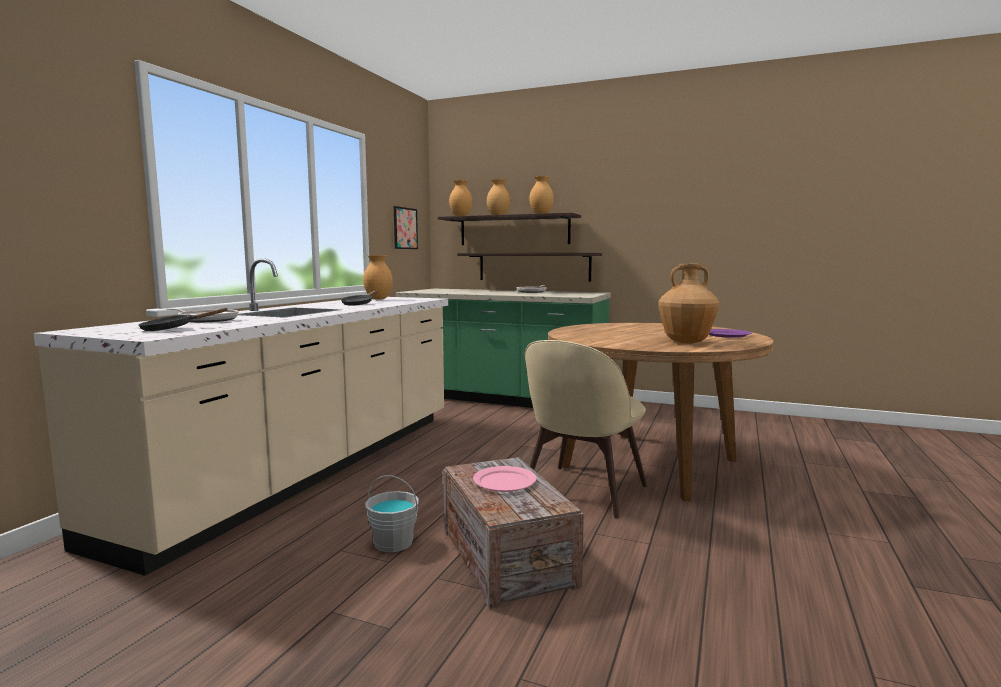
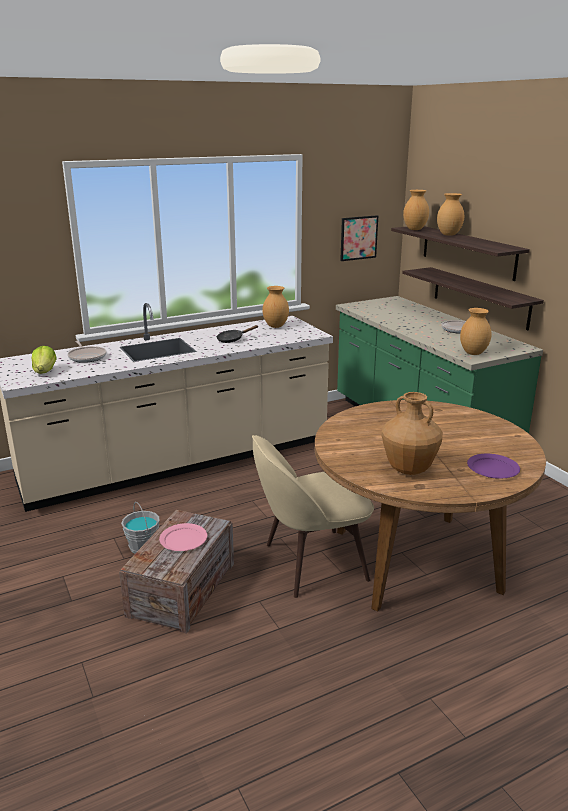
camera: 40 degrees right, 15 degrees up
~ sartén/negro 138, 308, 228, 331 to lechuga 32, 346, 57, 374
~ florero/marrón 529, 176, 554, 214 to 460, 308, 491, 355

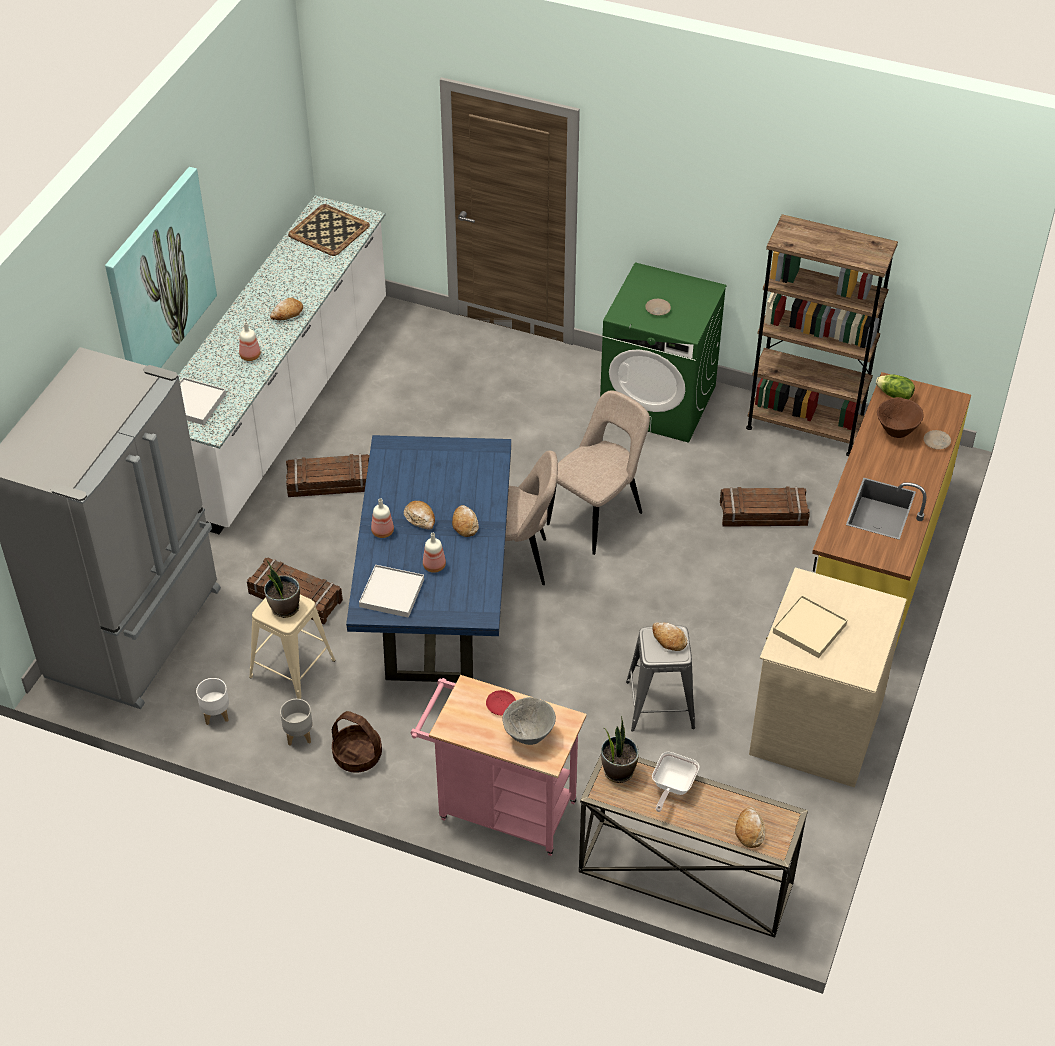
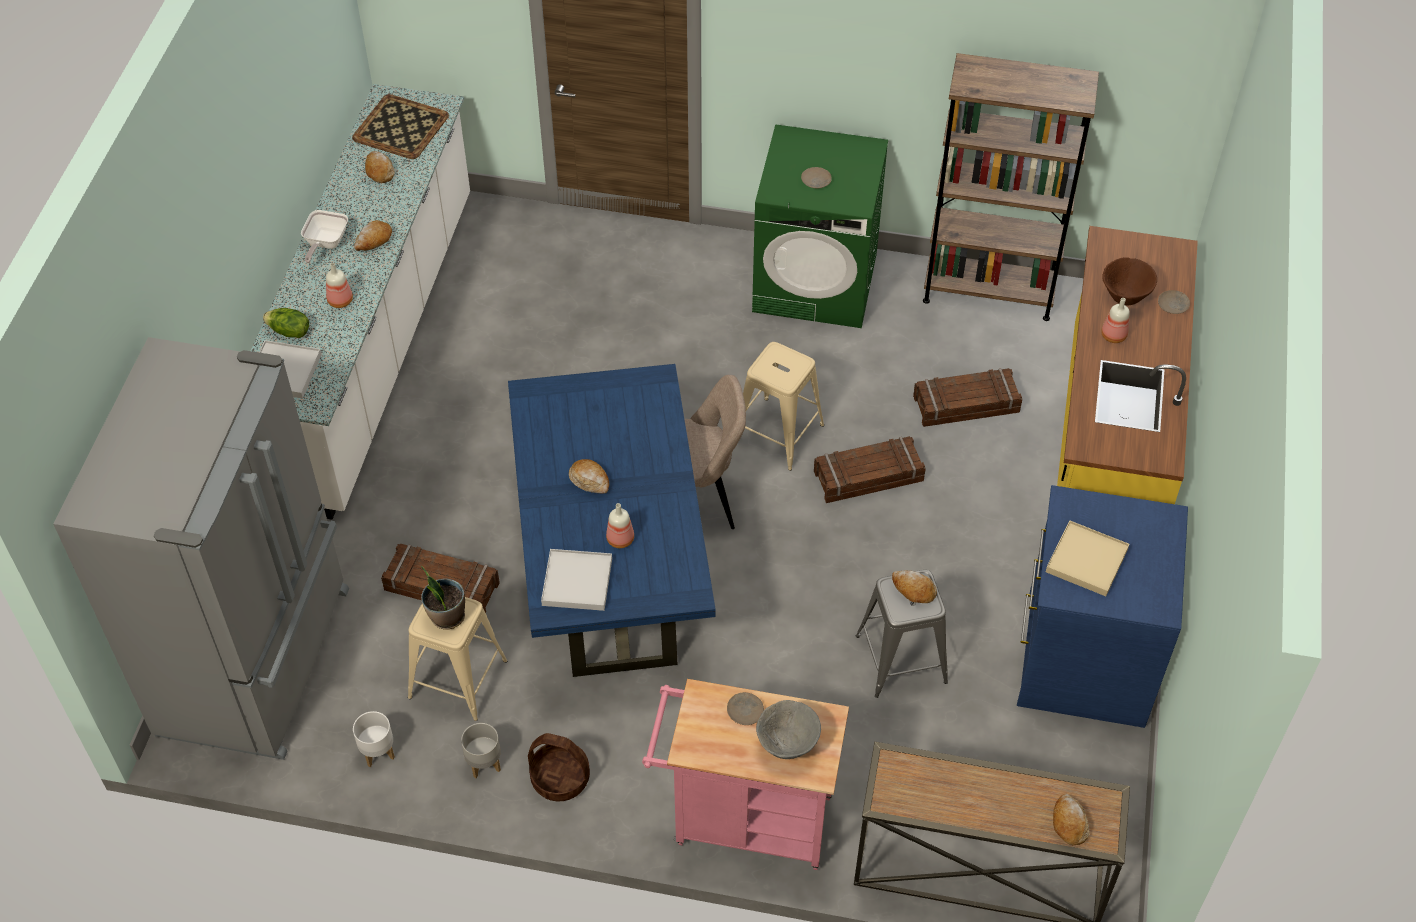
camera: 10 degrees left, 5 degrees up
~ lechuga 876, 374, 915, 399 to 263, 308, 309, 338
~ sartén 652, 752, 700, 812 to 301, 210, 348, 263
~ pan 452, 505, 479, 537 to 365, 151, 395, 183
~ plato/rojo 486, 690, 516, 715 to plato/beis 727, 692, 764, 725
~ silla/beis 547, 390, 650, 555 to taburete/beis 743, 342, 824, 471
~ caja de embalaje 286, 454, 370, 497 to 814, 436, 926, 503
~ cómoda/beis 749, 567, 907, 787 to cómoda/azul 1017, 485, 1188, 728
~ botella 371, 498, 394, 538 to 1101, 298, 1130, 343
- cuadro 105, 167, 217, 368
- planta en maceta 601, 716, 639, 783

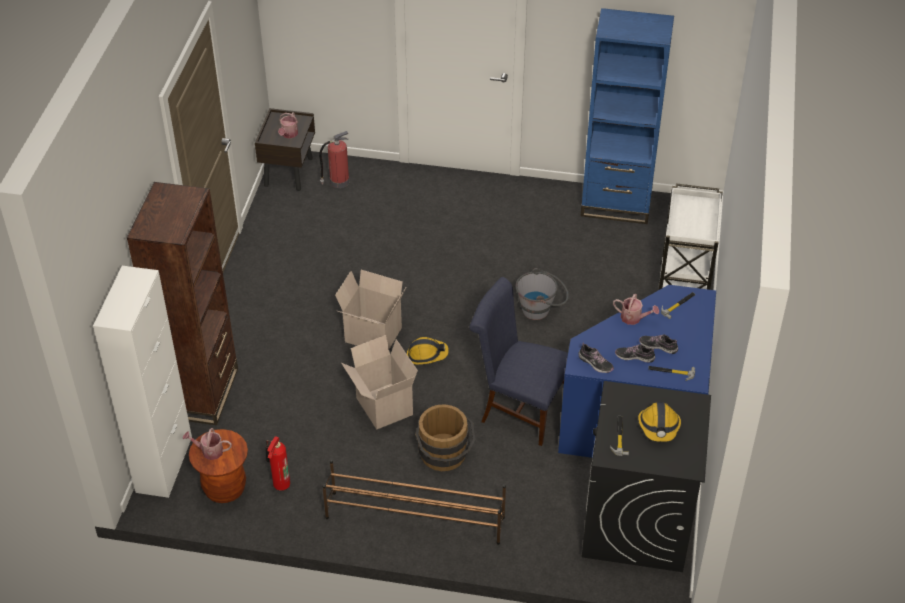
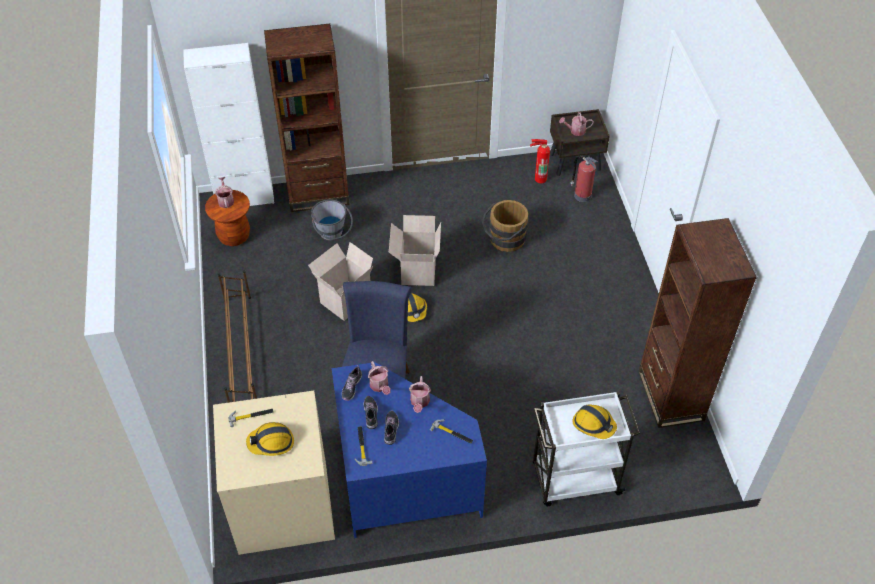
camera: 70 degrees right, 5 degrees up
~ lavadora/negro 582, 381, 711, 572 to lavadora/beis 213, 390, 335, 555
~ cubo/gris 516, 268, 569, 320 to 311, 199, 353, 241
+ regadera 368, 361, 391, 395
~ cubo/marrón 415, 404, 476, 471 to 482, 200, 529, 252
~ extintor 266, 436, 290, 491 to 530, 139, 550, 183
+ casco 572, 404, 617, 439
~ estantería/azul 580, 8, 674, 224 to estantería/marrón 638, 218, 757, 428

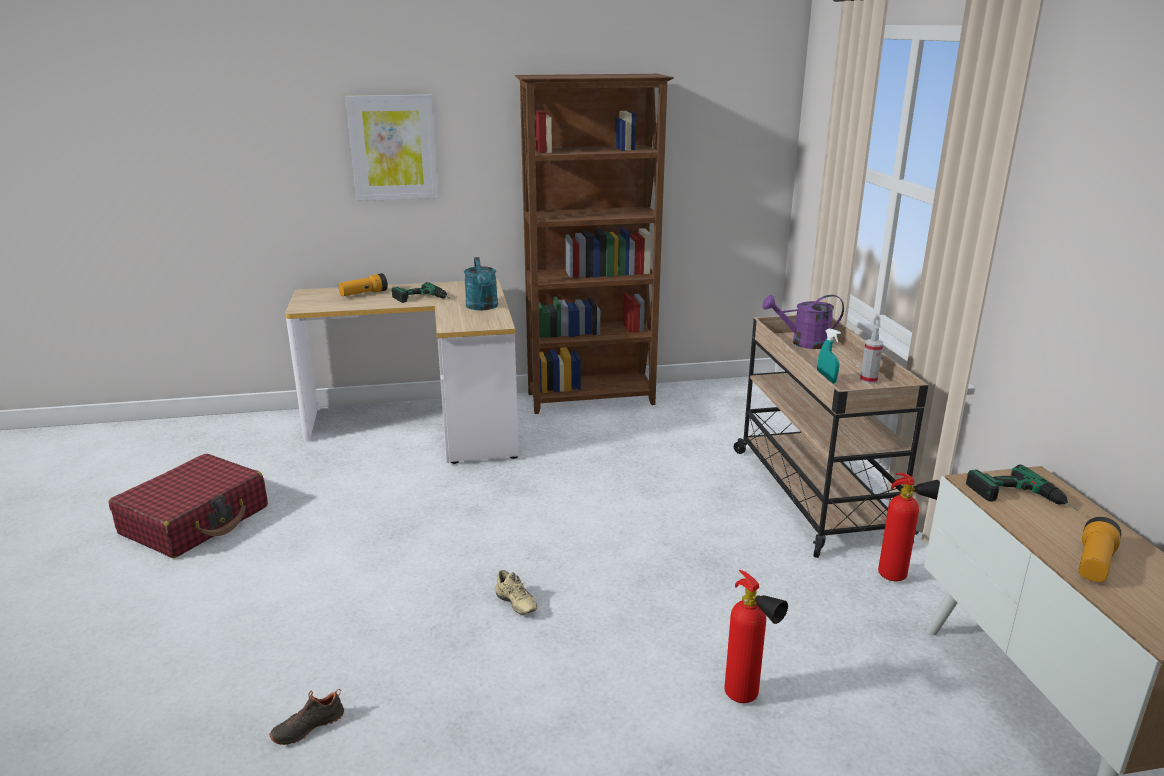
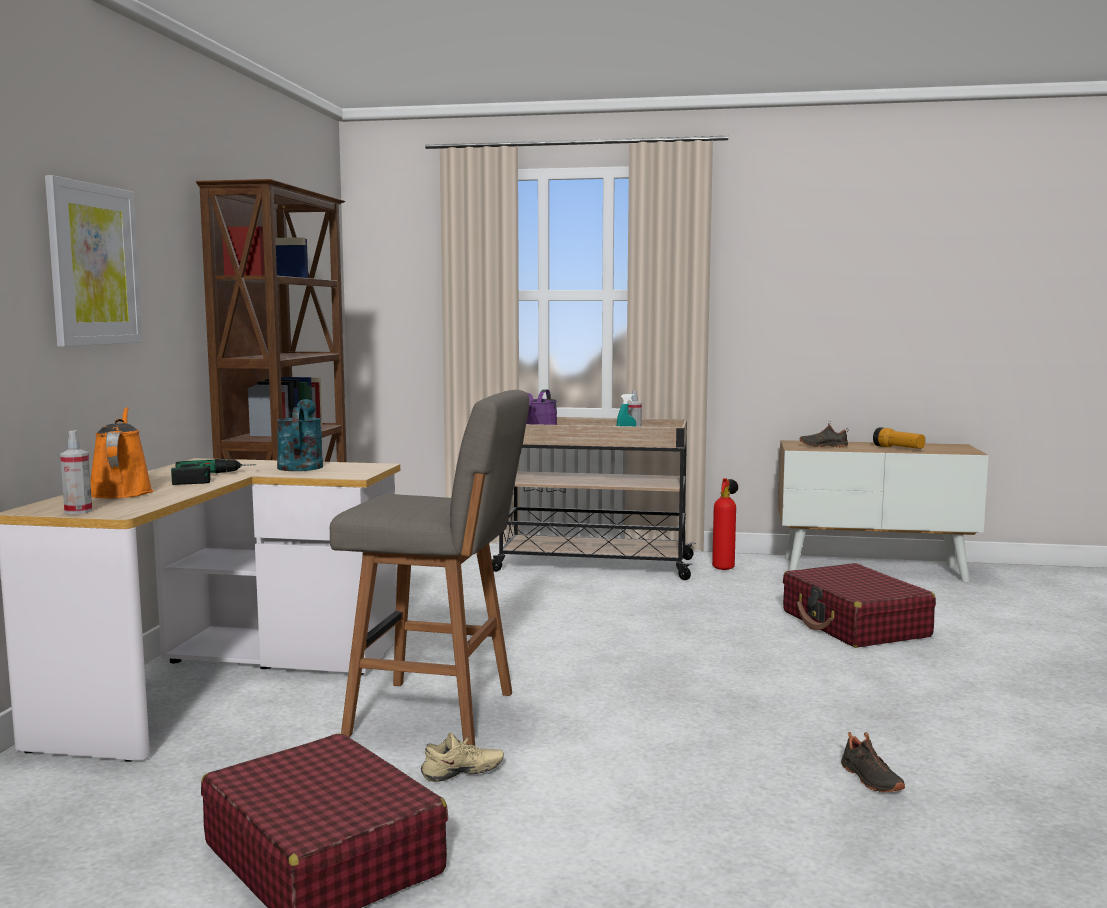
camera: 70 degrees left, 15 degrees down
+ pulverizador 60, 430, 92, 514
~ linterna 339, 273, 388, 296 to regadera/naranja 90, 407, 154, 498
~ regadera/turquesa 464, 257, 498, 310 = 276, 399, 323, 471 105 degrees counterclockwise
+ taburete/gris 330, 390, 529, 745
~ zapato/beis 495, 570, 537, 615 to 421, 732, 504, 782
~ extintor 724, 570, 788, 703 to maleta/rojo 783, 563, 936, 648
~ taladro 966, 465, 1078, 511 to zapato/negro 800, 422, 849, 447

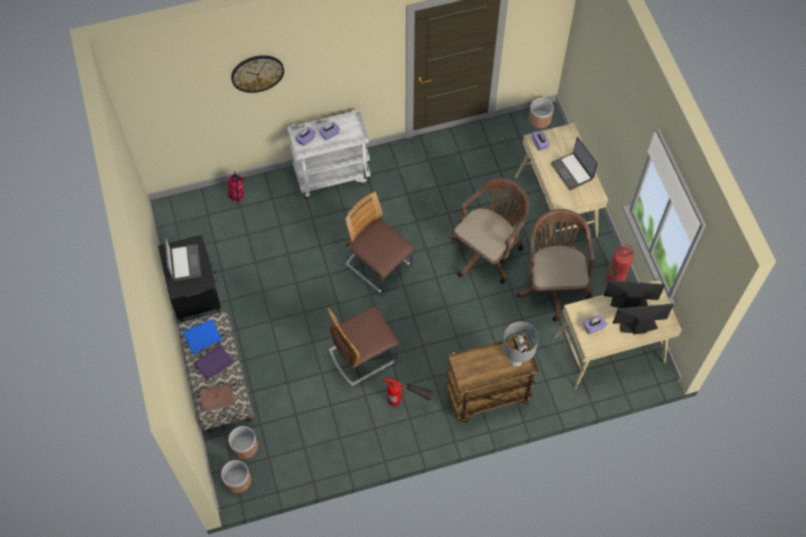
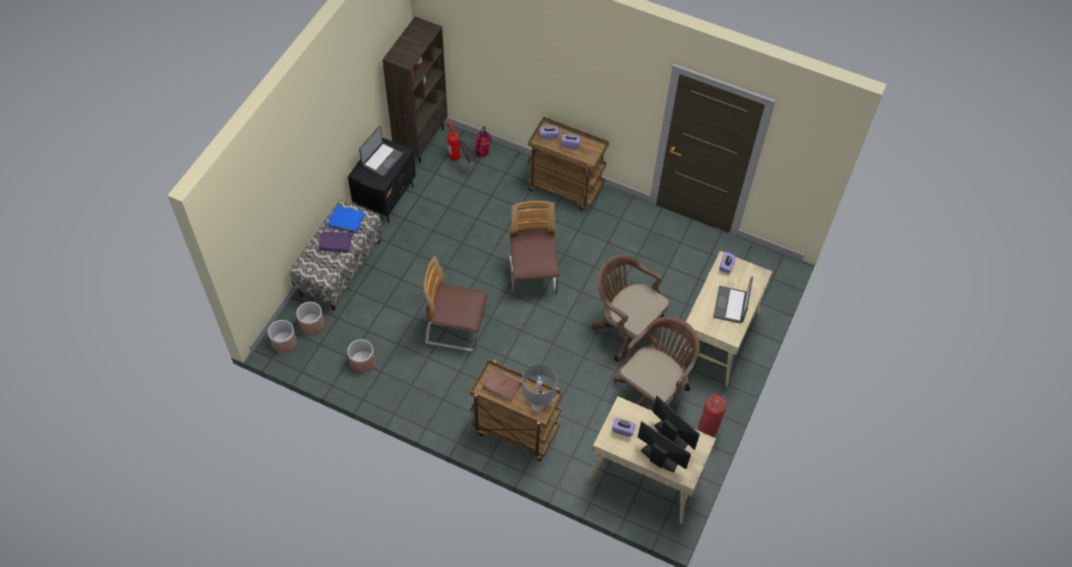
camera: 40 degrees right, 5 degrees down
~ maceta 529, 98, 554, 129 to 347, 339, 375, 373
+ estantería/marrón 382, 17, 448, 163
~ extintor 382, 378, 433, 406 to 447, 121, 476, 163
~ libro/marrón 199, 383, 235, 412 to 482, 369, 522, 403
~ carrito/blanco 287, 110, 371, 199 to carrito/marrón 527, 117, 609, 211
~ silla de oficina/marrón 450, 178, 529, 284 = 592, 254, 670, 361 135 degrees counterclockwise
- reloj de pared 231, 55, 284, 93

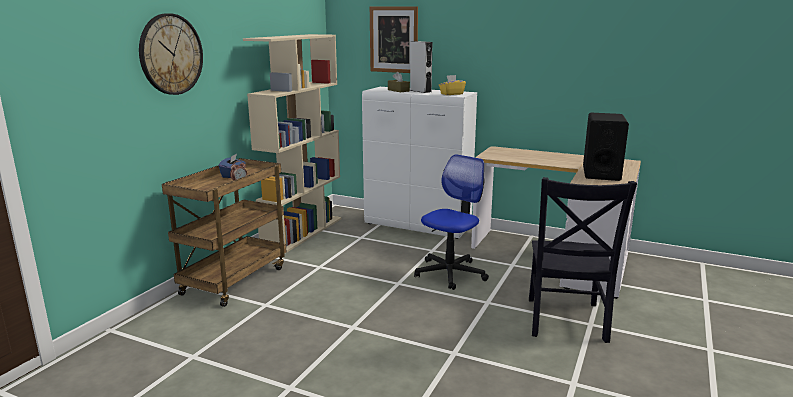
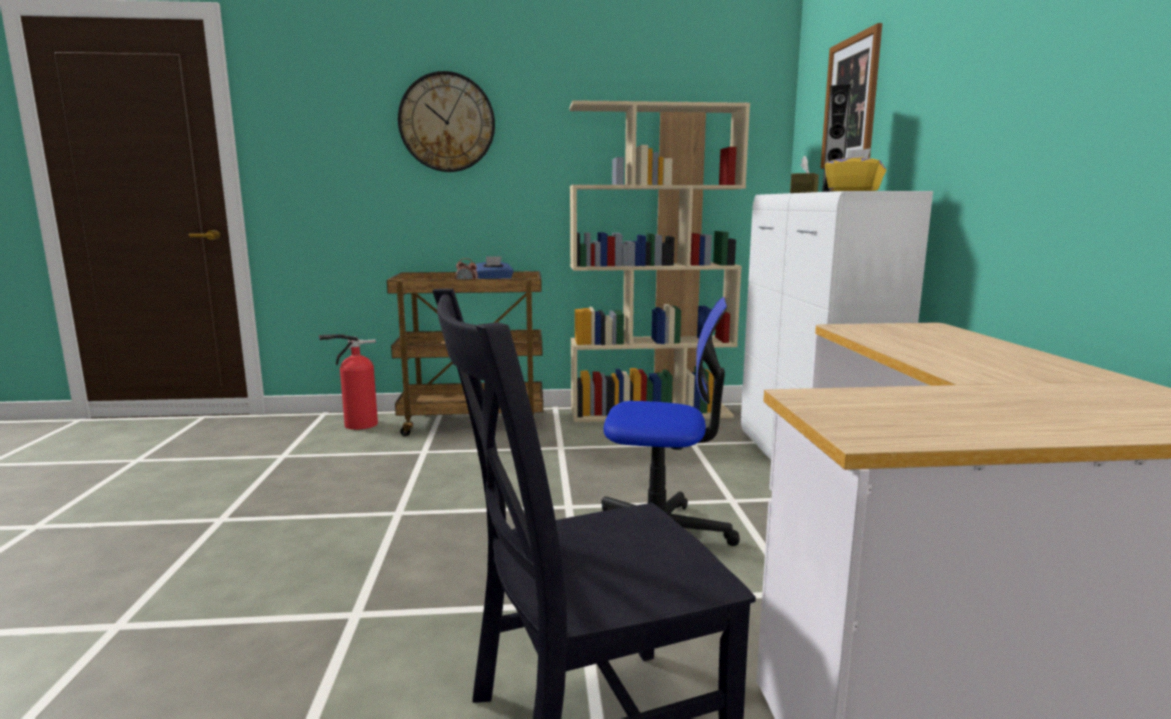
camera: 60 degrees right, 5 degrees down
+ extintor 319, 334, 378, 430
- altavoz/negro 583, 113, 629, 181

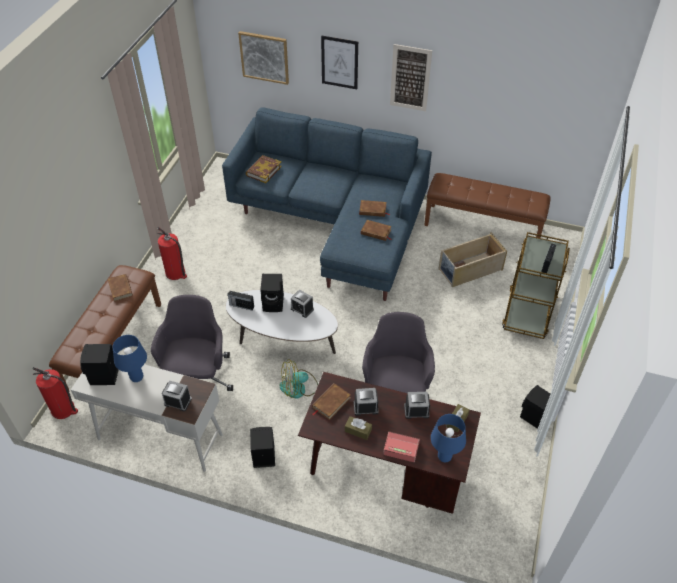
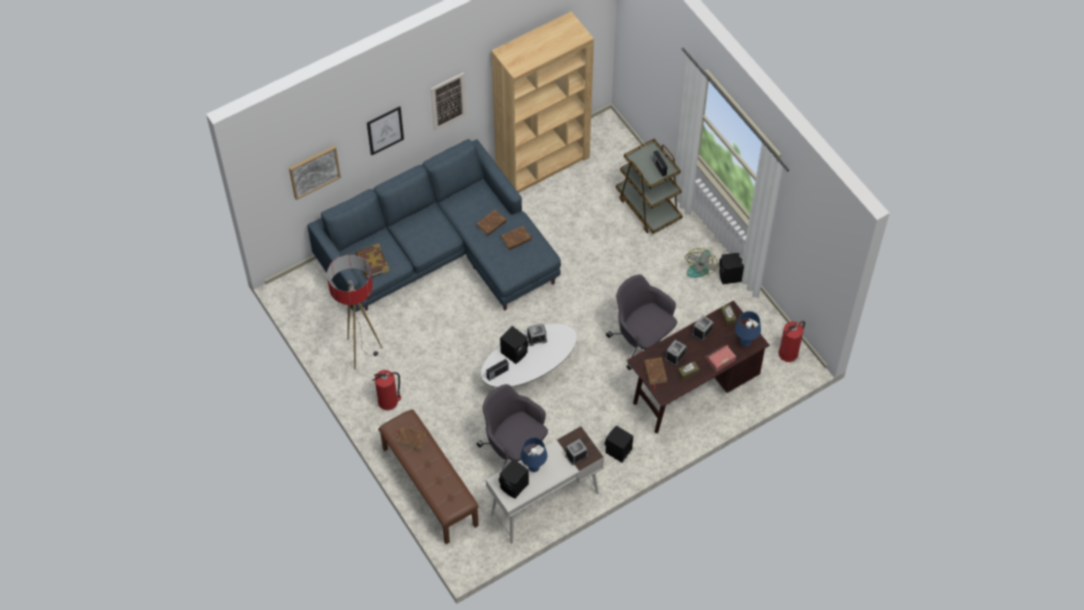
camera: 50 degrees left, 10 degrees up
+ lámpara de pie 327, 255, 382, 370
~ banco/marrón 424, 173, 551, 238 to estantería/marrón 491, 11, 594, 193
~ ventilador 280, 359, 318, 399 to 685, 248, 718, 278
~ extintor 32, 367, 78, 419 to 778, 321, 805, 362
- caja de almacenaje/beis 438, 232, 507, 287

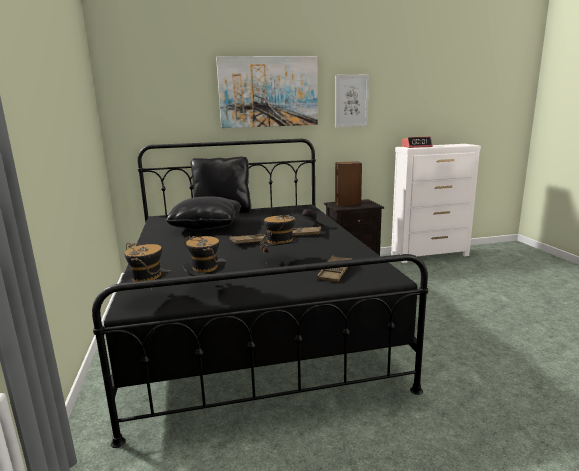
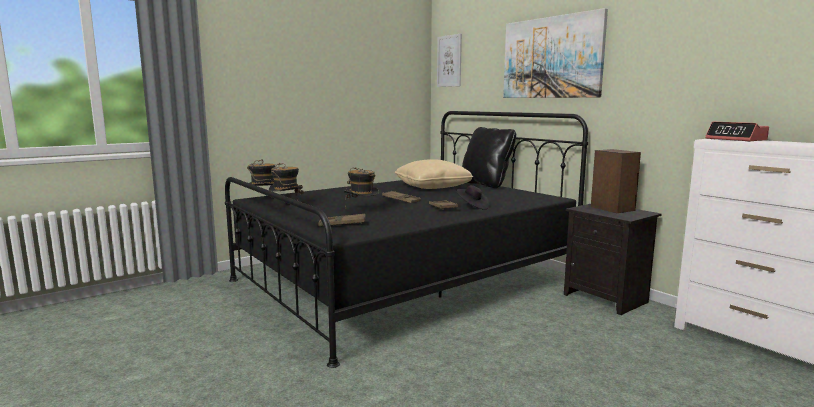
camera: 65 degrees right, 5 degrees down
~ cojín/negro 165, 196, 241, 230 to cojín/beis 395, 159, 473, 189
~ cuadro 335, 75, 369, 127 to 437, 34, 462, 87

